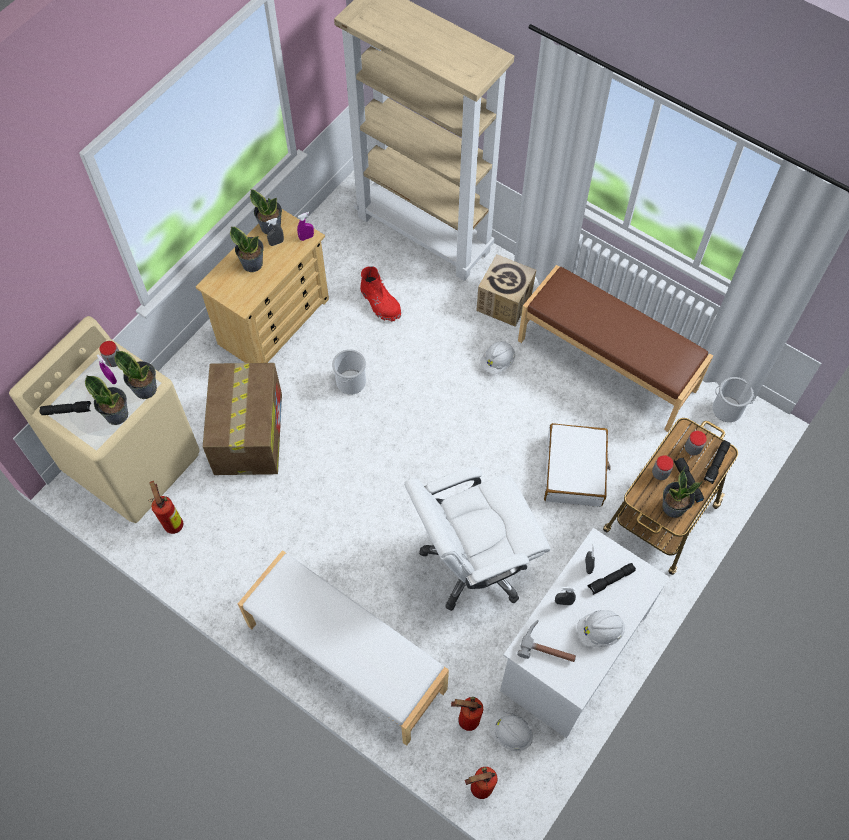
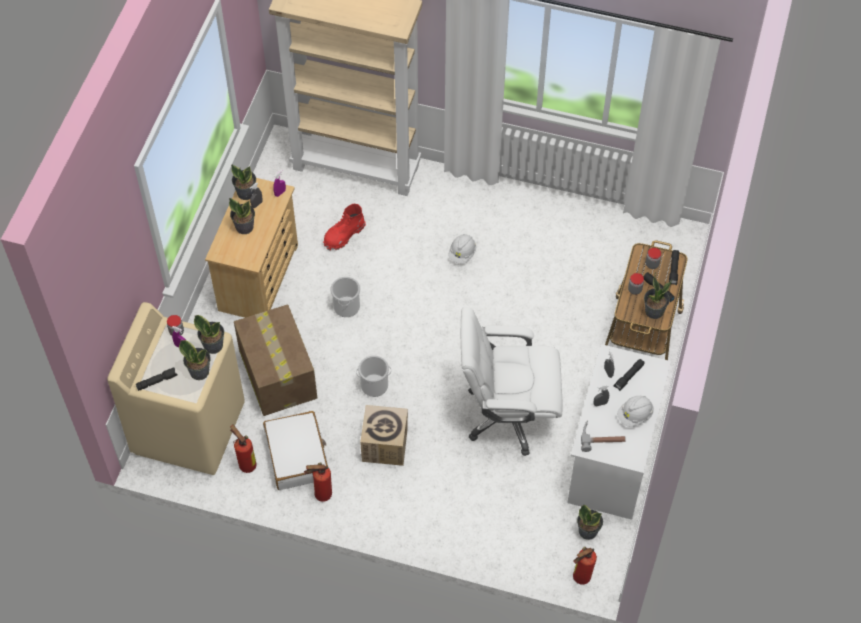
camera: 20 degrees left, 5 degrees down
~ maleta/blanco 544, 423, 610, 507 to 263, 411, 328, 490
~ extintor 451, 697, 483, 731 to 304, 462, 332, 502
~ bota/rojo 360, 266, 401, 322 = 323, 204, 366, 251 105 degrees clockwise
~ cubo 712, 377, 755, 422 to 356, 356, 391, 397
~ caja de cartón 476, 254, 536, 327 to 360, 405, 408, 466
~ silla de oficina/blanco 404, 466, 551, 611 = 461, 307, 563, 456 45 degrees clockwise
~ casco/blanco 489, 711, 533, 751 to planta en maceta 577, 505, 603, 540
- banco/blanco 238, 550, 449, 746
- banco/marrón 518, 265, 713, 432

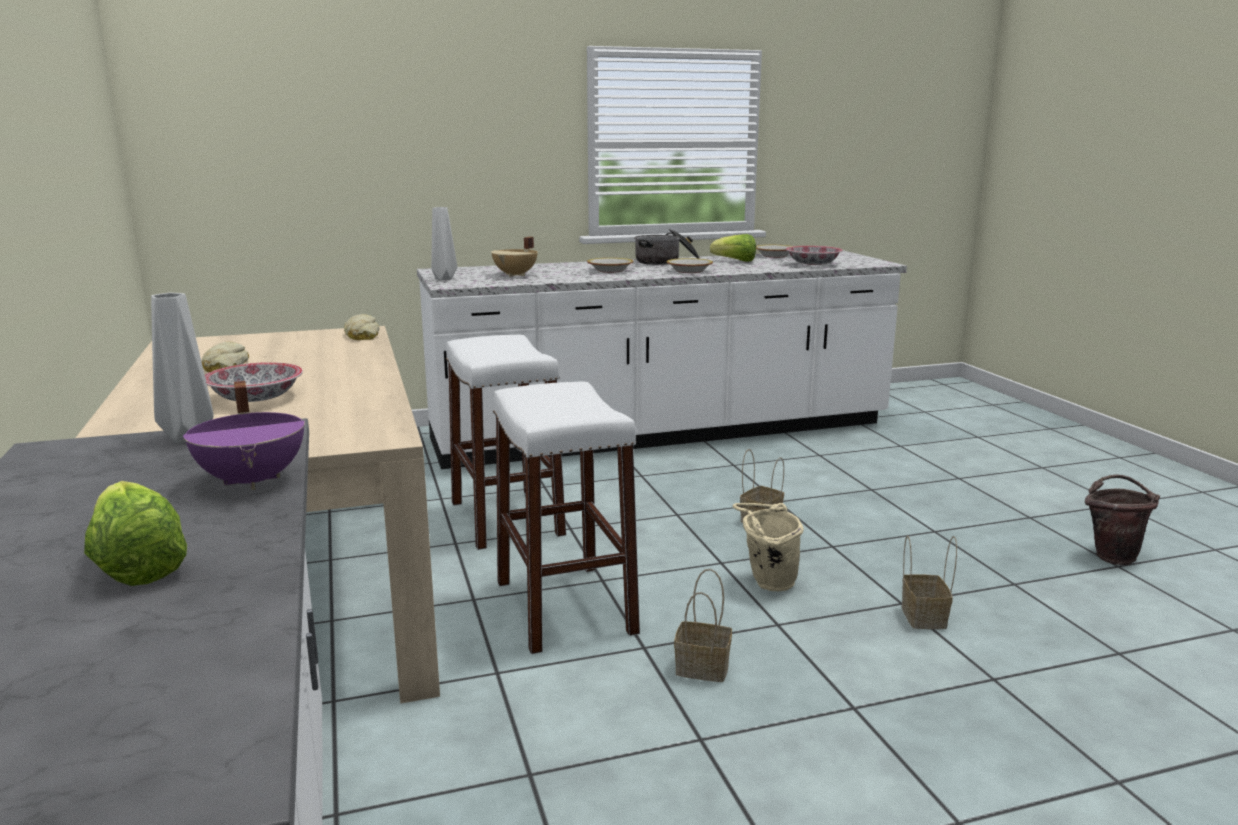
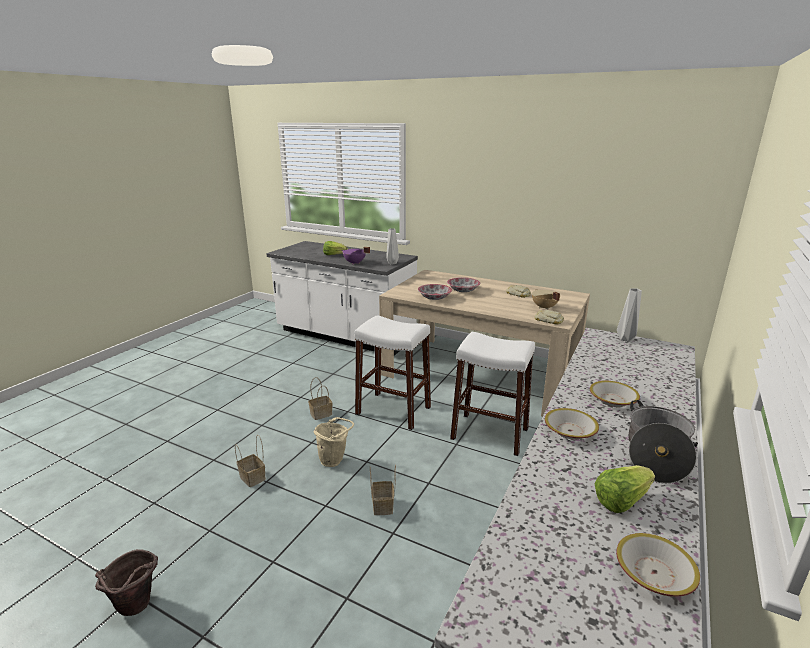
camera: 135 degrees right, 5 degrees up
~ cuenco 785, 246, 843, 265 to 418, 284, 452, 300
~ olla/beis 491, 237, 538, 277 to 532, 289, 560, 310

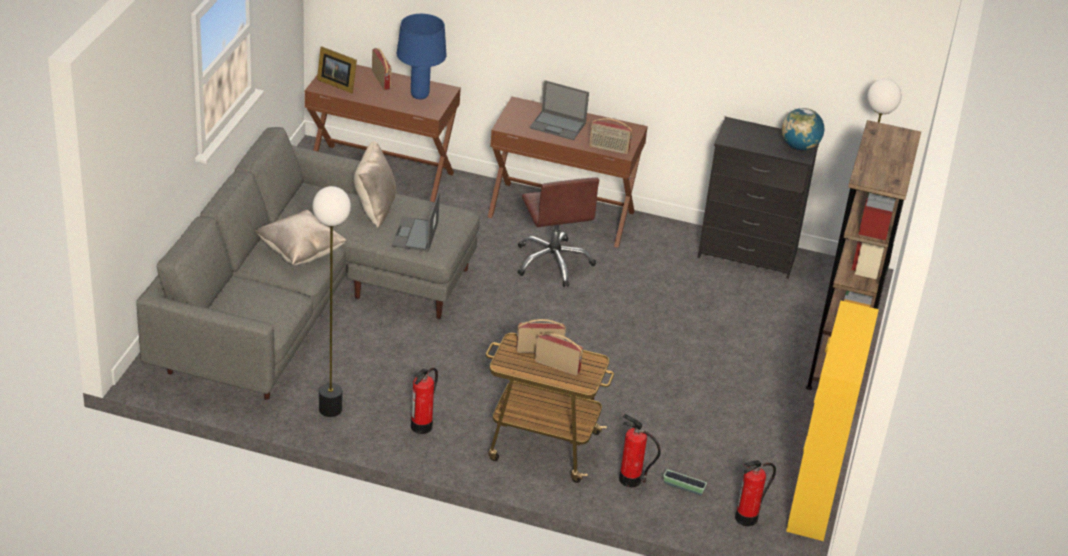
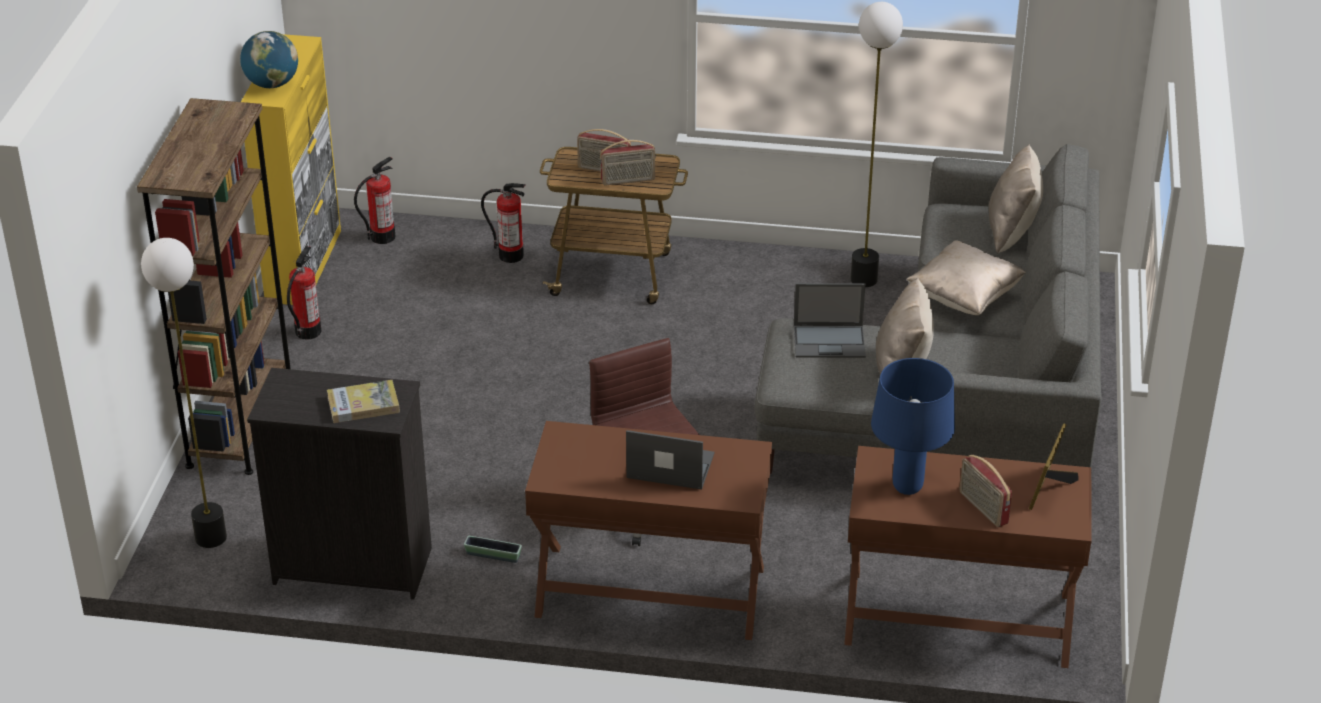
camera: 175 degrees right, 0 degrees up
~ globo terráqueo 782, 108, 824, 150 to 240, 31, 298, 88
~ extintor 411, 368, 438, 434 to 287, 246, 321, 340
+ libro 327, 380, 400, 423
~ maceta 663, 469, 707, 495 to 464, 536, 522, 563
~ portátil 391, 191, 440, 252 = 794, 283, 866, 358 90 degrees clockwise
+ cojín/beis 989, 144, 1043, 254
~ portarretratos 317, 46, 357, 93 = 1029, 423, 1079, 510 90 degrees counterclockwise
- radio 589, 118, 632, 154

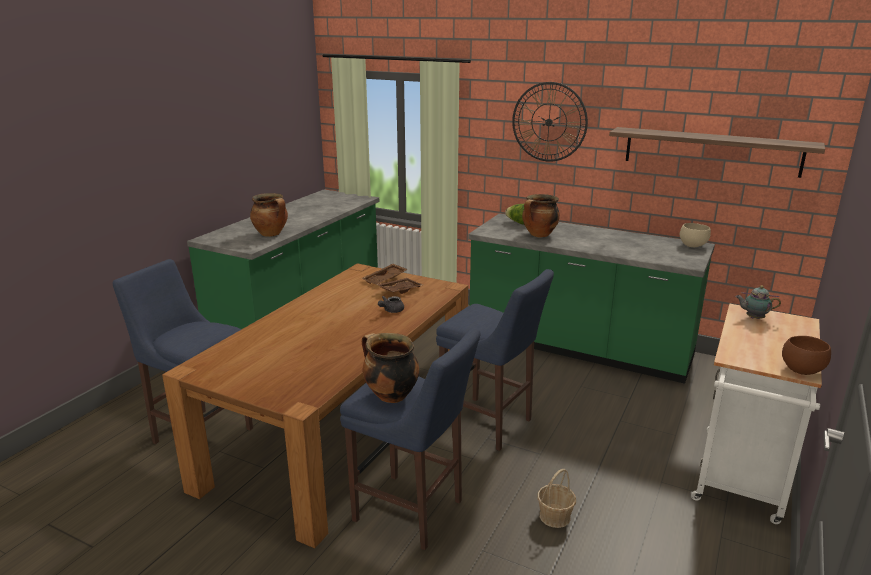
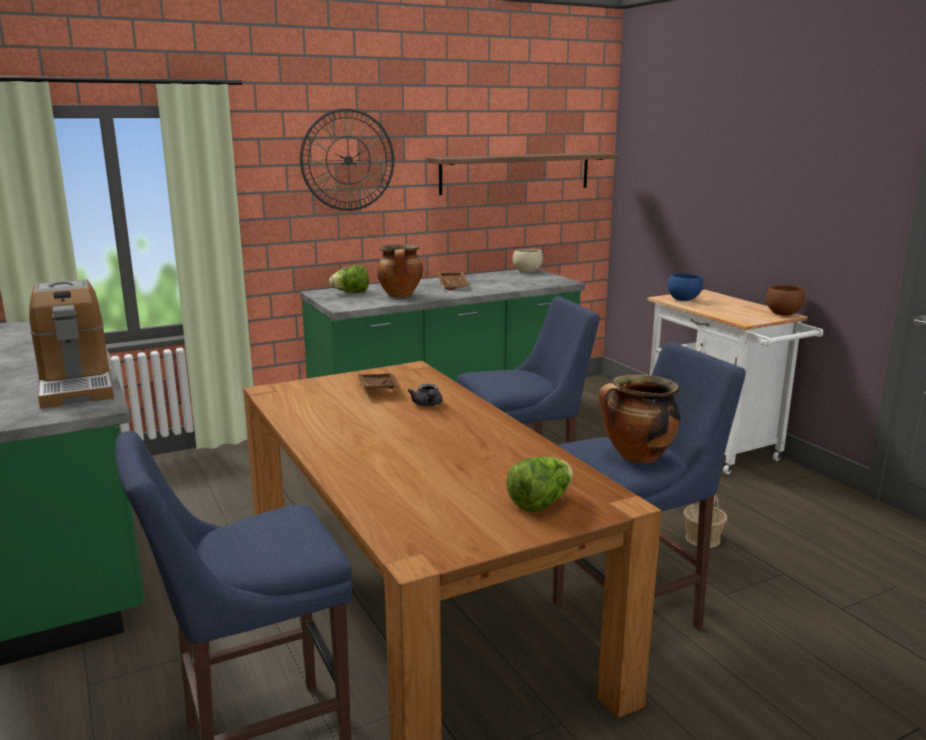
camera: 55 degrees left, 5 degrees down
~ olla 250, 193, 288, 237 to cafetera 29, 279, 114, 408
~ bandeja/marrón 361, 264, 408, 284 to 437, 272, 469, 290
+ lechuga 506, 457, 573, 512
~ tetera 735, 286, 781, 319 to cuenco/azul 667, 273, 703, 301

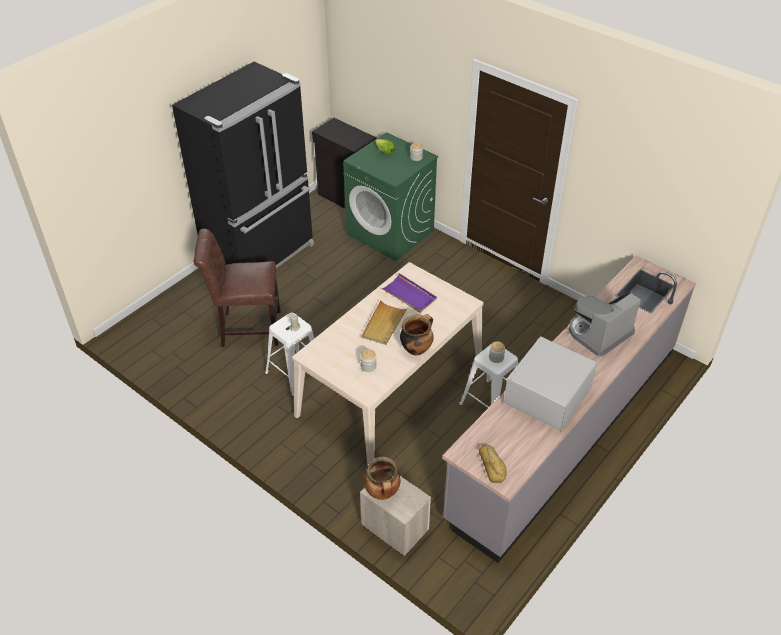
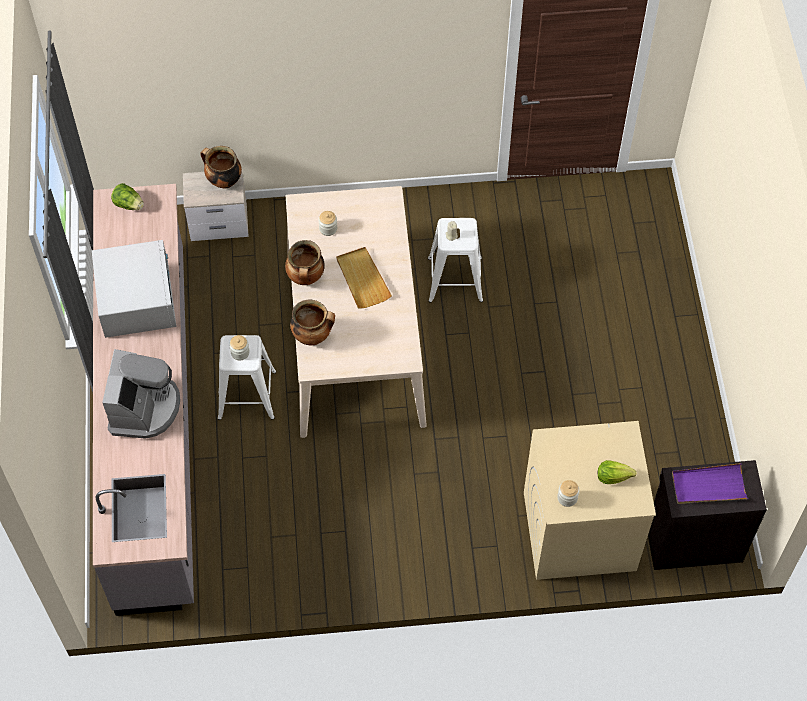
camera: 135 degrees right, 15 degrees up
~ pan 479, 445, 506, 483 to lechuga 111, 183, 144, 210
+ olla 290, 300, 335, 346
~ lavadora/verde 343, 132, 438, 261 to lavadora/beis 524, 421, 656, 580
~ bandeja/morado 380, 273, 437, 313 to 672, 463, 748, 504
- nevera/negro 172, 62, 314, 268
- silla/marrón 194, 229, 280, 347

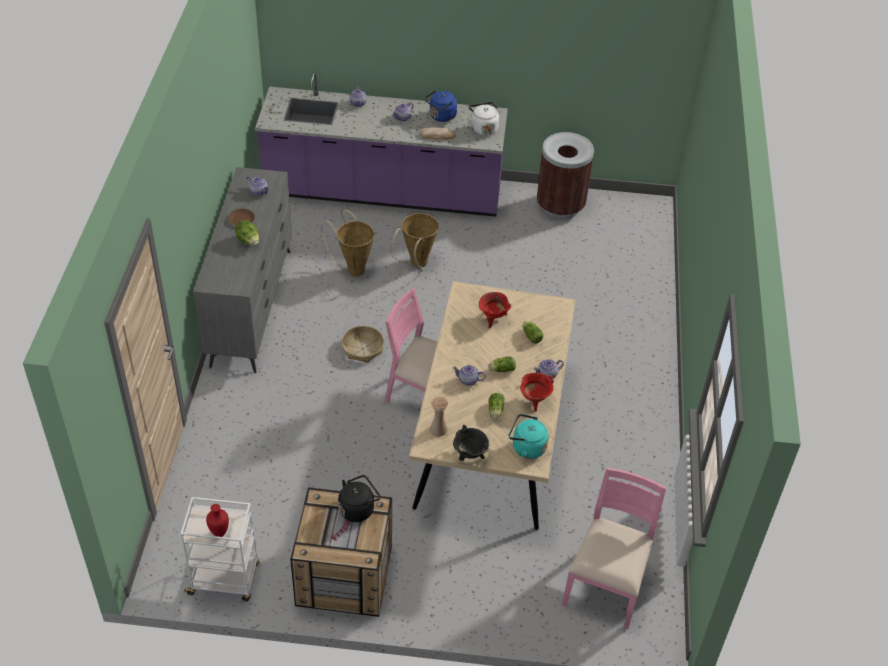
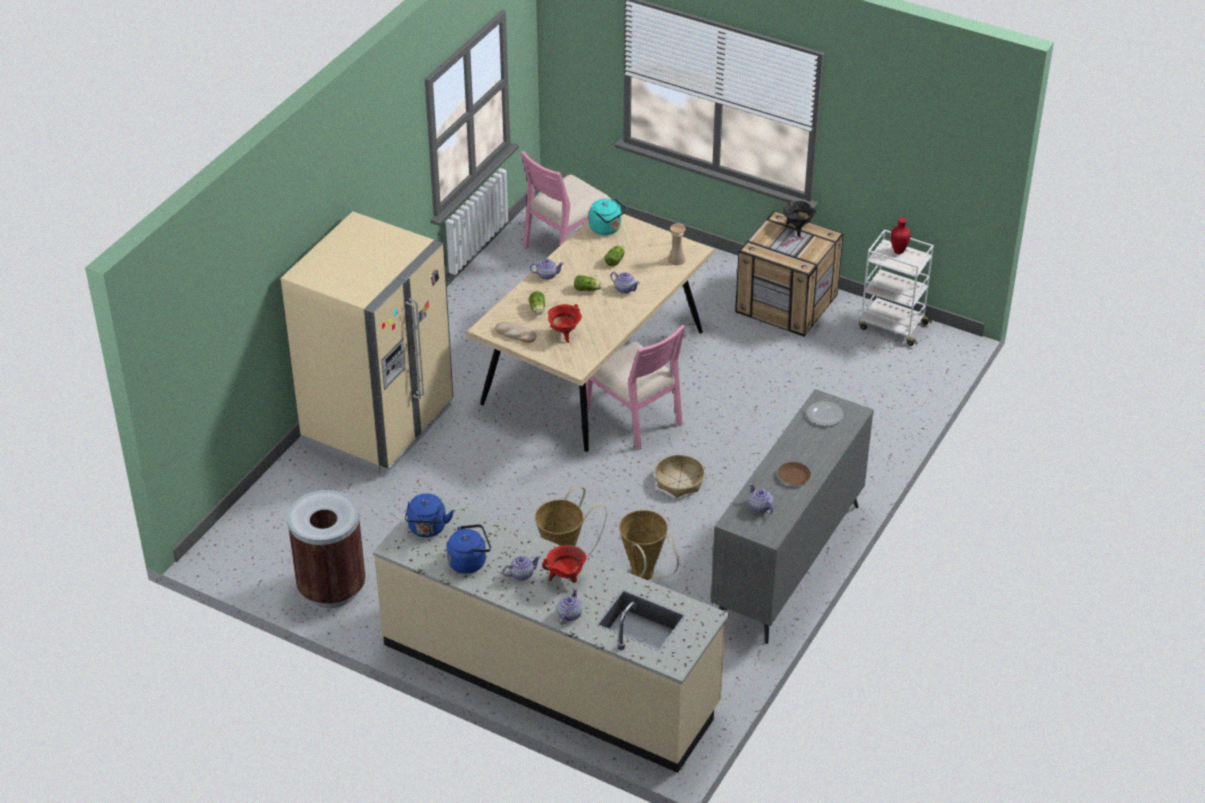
camera: 155 degrees left, 5 degrees down
+ nevera/beis 281, 211, 453, 475
~ mueble bajo de cocina/morado 255, 72, 508, 217 to mueble bajo de cocina/beis 373, 492, 730, 773
~ hervidor/blanco 467, 102, 499, 136 to hervidor/azul 405, 493, 454, 537
~ pan 420, 127, 456, 140 to 495, 322, 537, 343
~ olla/rojo 520, 373, 554, 411 to 542, 545, 587, 583
~ olla/negro 453, 425, 489, 461 to 783, 201, 816, 237
+ plato 806, 401, 844, 426
- lechuga 235, 220, 259, 245
- hervidor/negro 338, 475, 381, 522

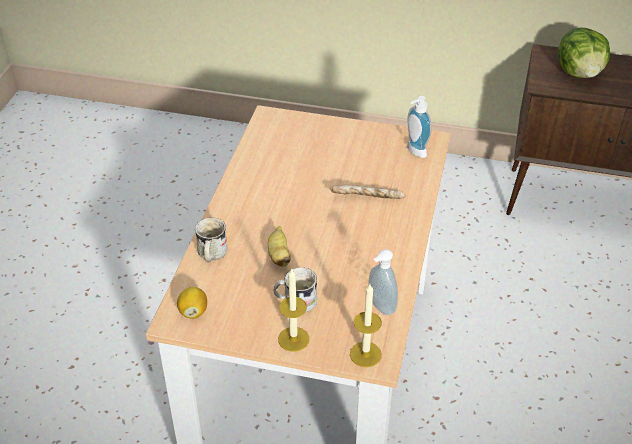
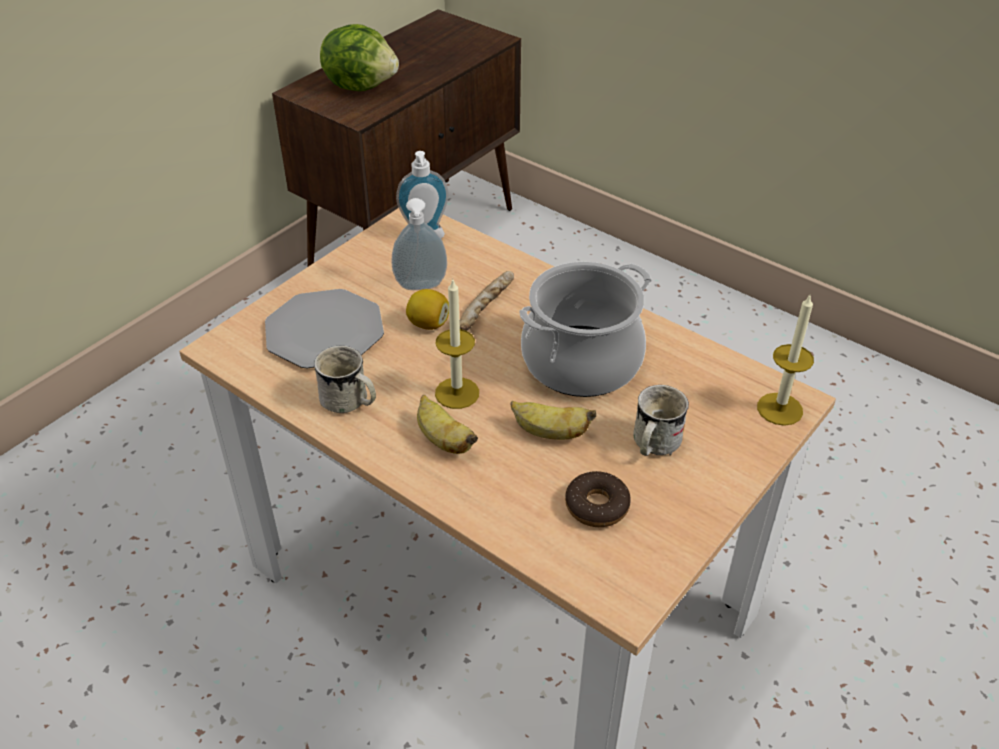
camera: 65 degrees left, 0 degrees up
+ plato 265, 289, 384, 369
~ taza grande/blanco 195, 218, 227, 262 to 314, 345, 376, 413
~ dispensador de jabón 368, 249, 398, 316 to 391, 198, 447, 290
~ limón 177, 287, 207, 318 to 406, 289, 449, 330
+ plátano 417, 395, 478, 454
~ vela 278, 269, 309, 352 to 435, 280, 479, 409
+ olla 519, 261, 652, 397
+ rosquilla 565, 471, 631, 527

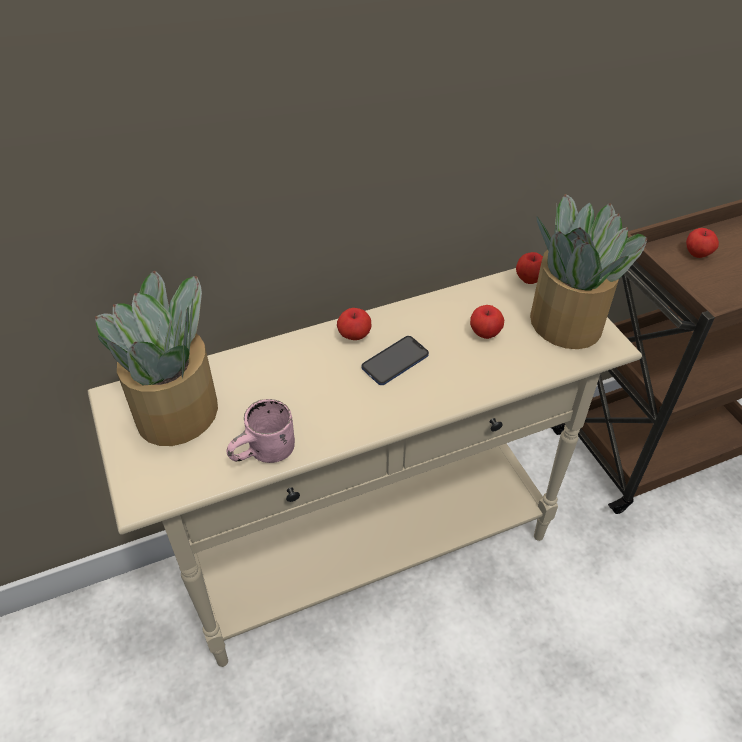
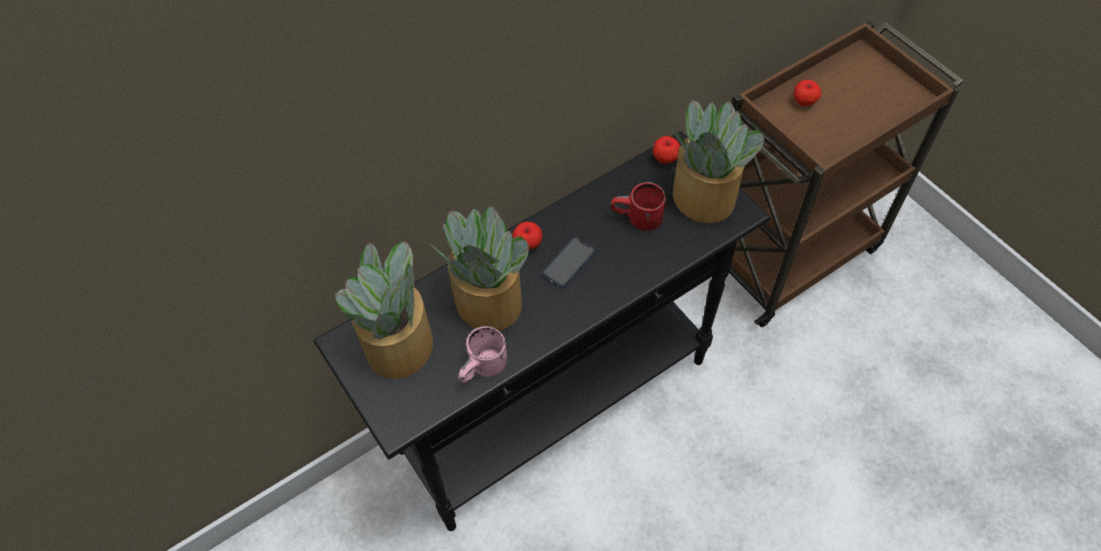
camera: 10 degrees left, 10 degrees up
~ mesa consola/beis 88, 268, 642, 667 to mesa consola/negro 314, 131, 771, 531
+ planta en maceta 429, 206, 529, 330
~ manzana 470, 305, 504, 339 to taza grande/rojo 610, 182, 666, 231

